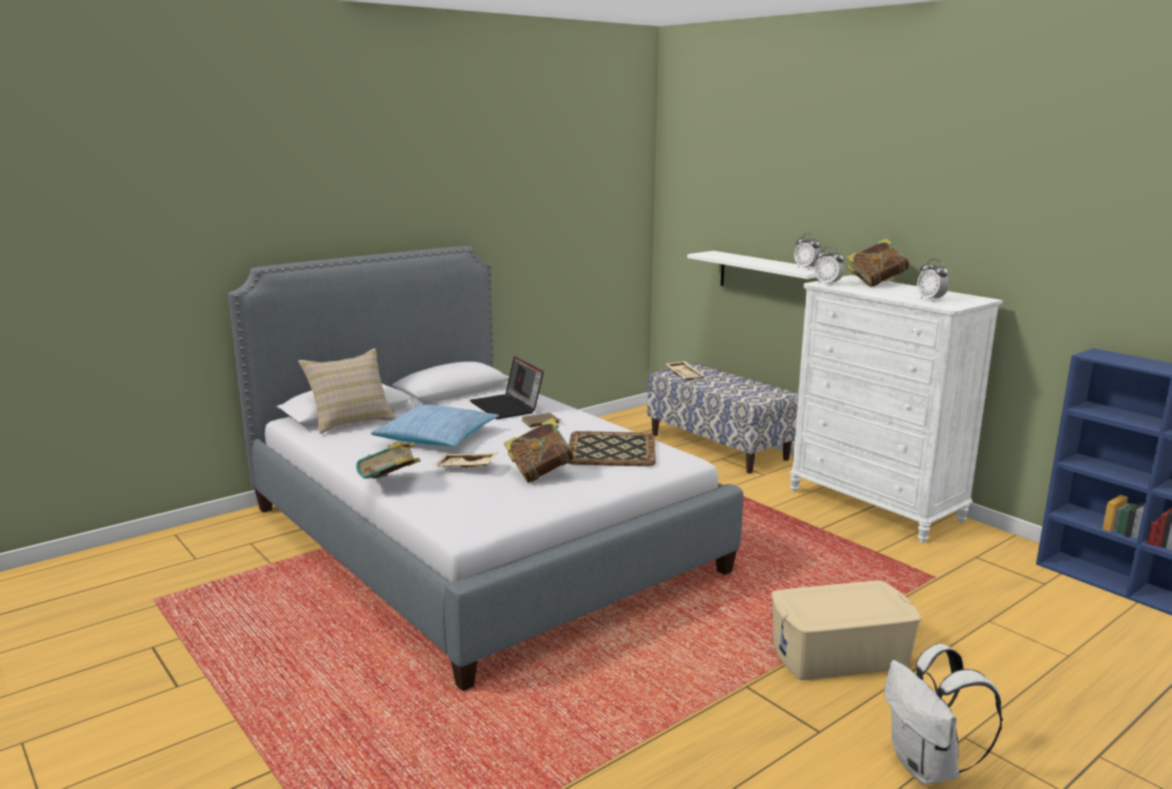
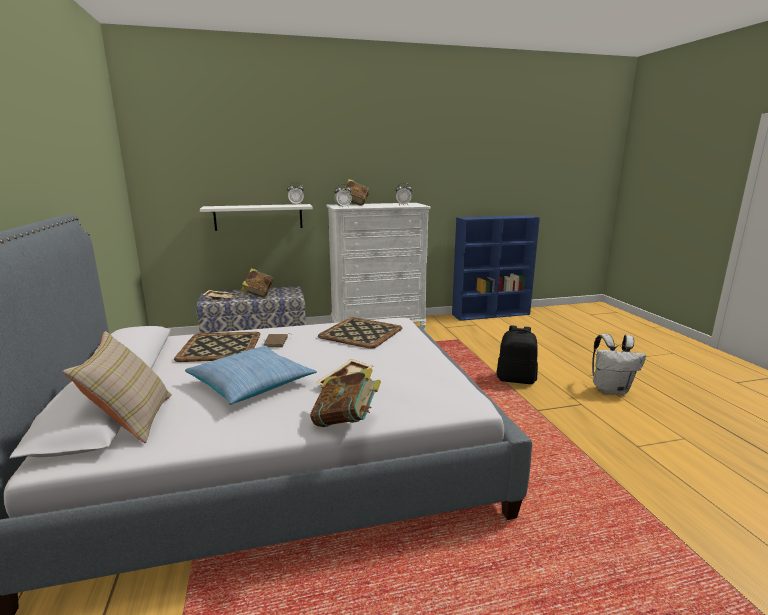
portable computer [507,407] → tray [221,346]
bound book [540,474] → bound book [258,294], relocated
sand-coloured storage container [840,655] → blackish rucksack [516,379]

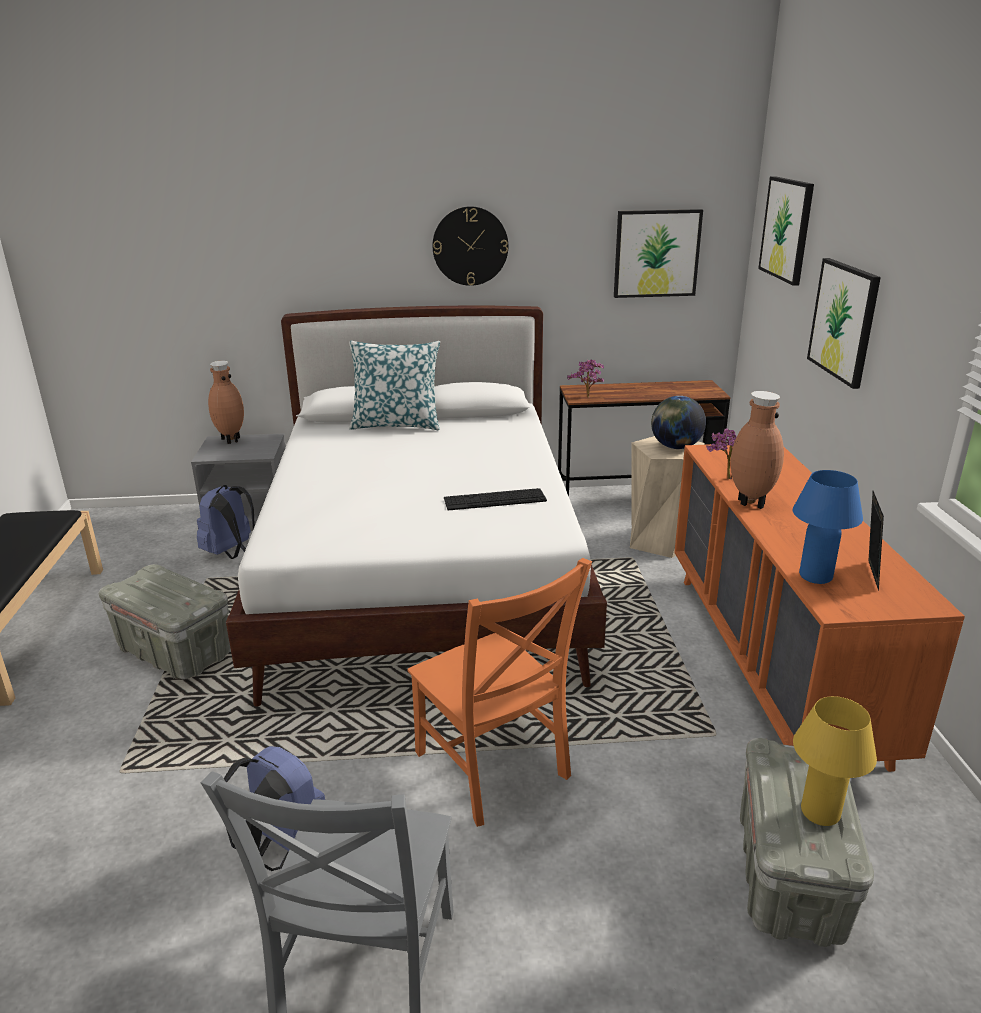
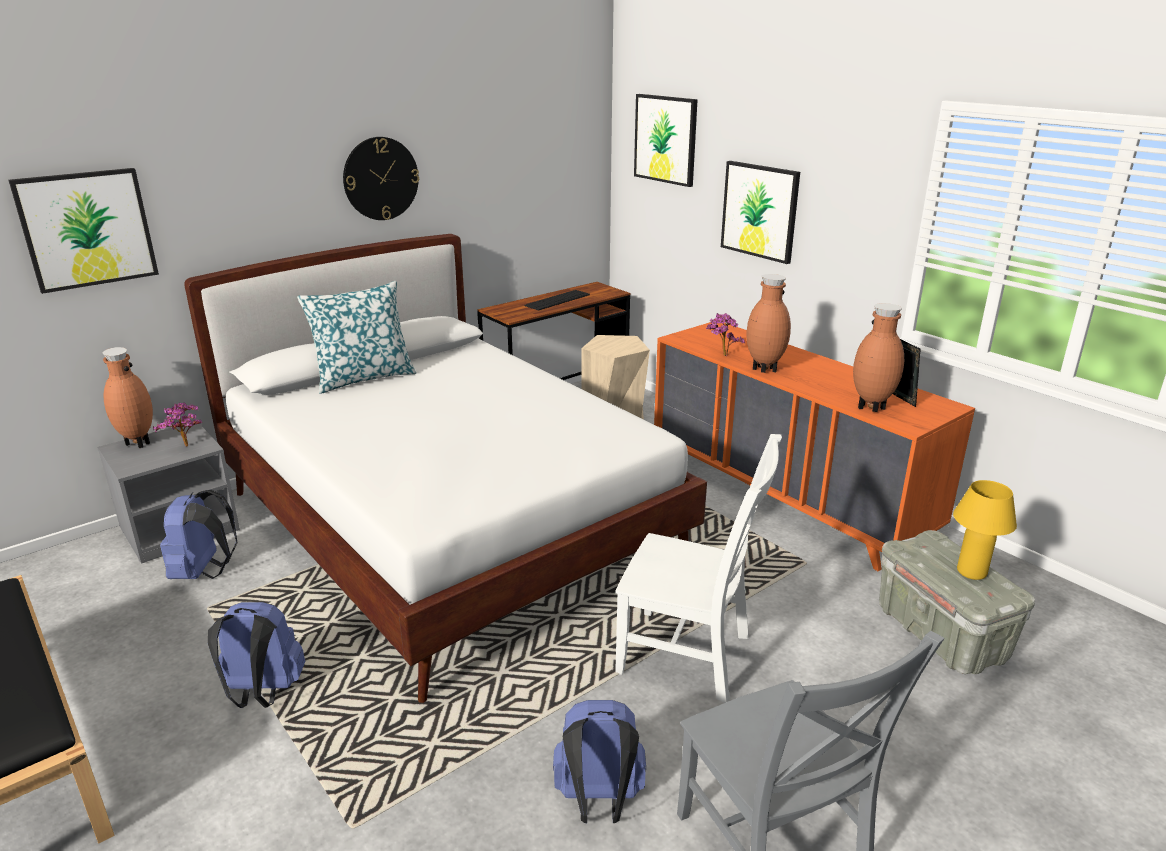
grey storage container [173,652] → blue rucksack [262,693]
orange-coloured plain chair [494,769] → white-coloured plain chair [690,656]
computer keyboard [495,499] → computer keyboard [557,300], relocated
plant in a pot [587,398] → plant in a pot [186,447], relocated
picture [656,253] → picture [87,229], relocated
globe [675,447] → -
blue lamp for a table [815,576] → brown-coloured flower vase [871,409]

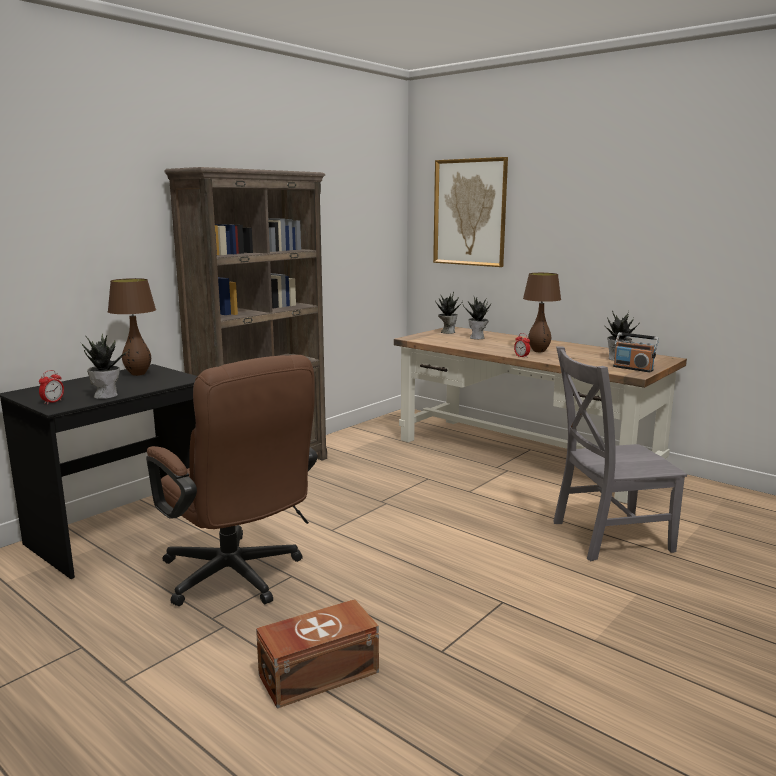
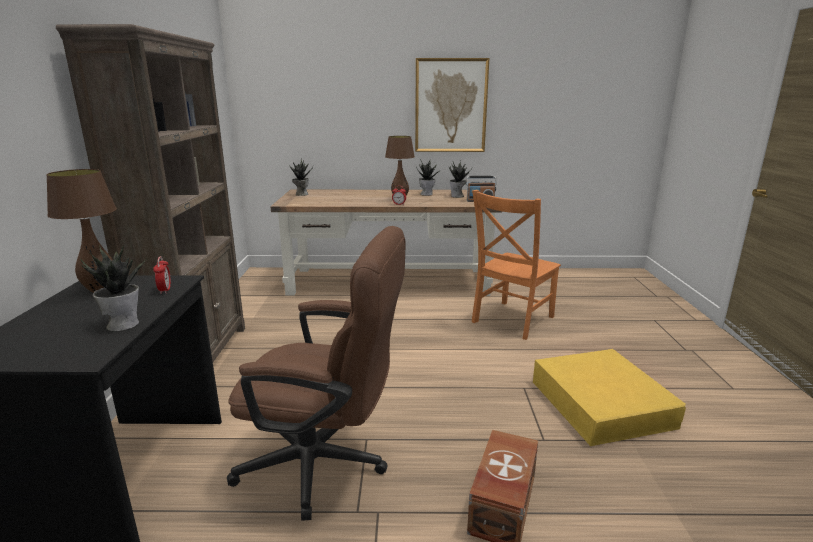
table clock [53,402] → table clock [165,290], relocated
picture [470,212] → picture [450,106], relocated
plant in a pot [477,338] → plant in a pot [427,194], relocated
grey plain chair [606,536] → orange-coloured plain chair [511,320]
- → yellow-coloured storage container [601,403]

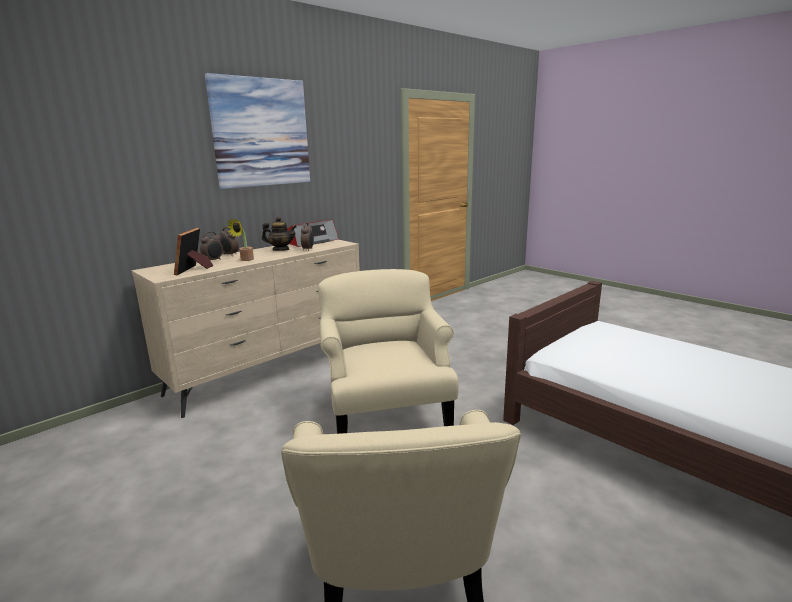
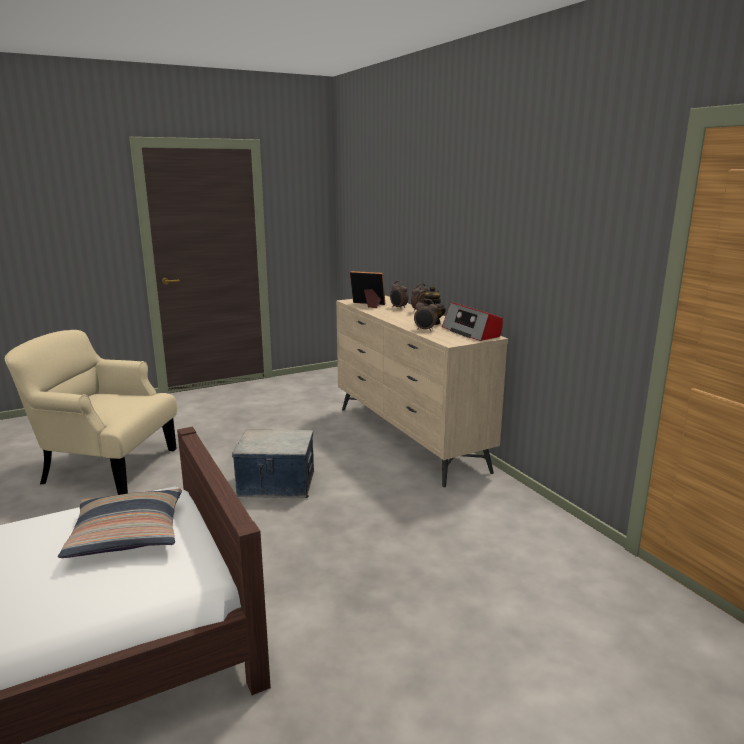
picture [261,133] → -
plant in a pot [245,260] → -
sand-coloured easy chair [386,415] → storage container [276,484]
- → cushion [127,534]

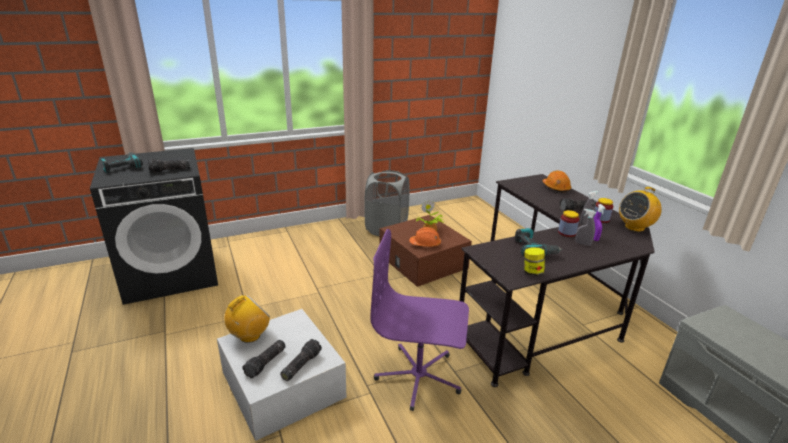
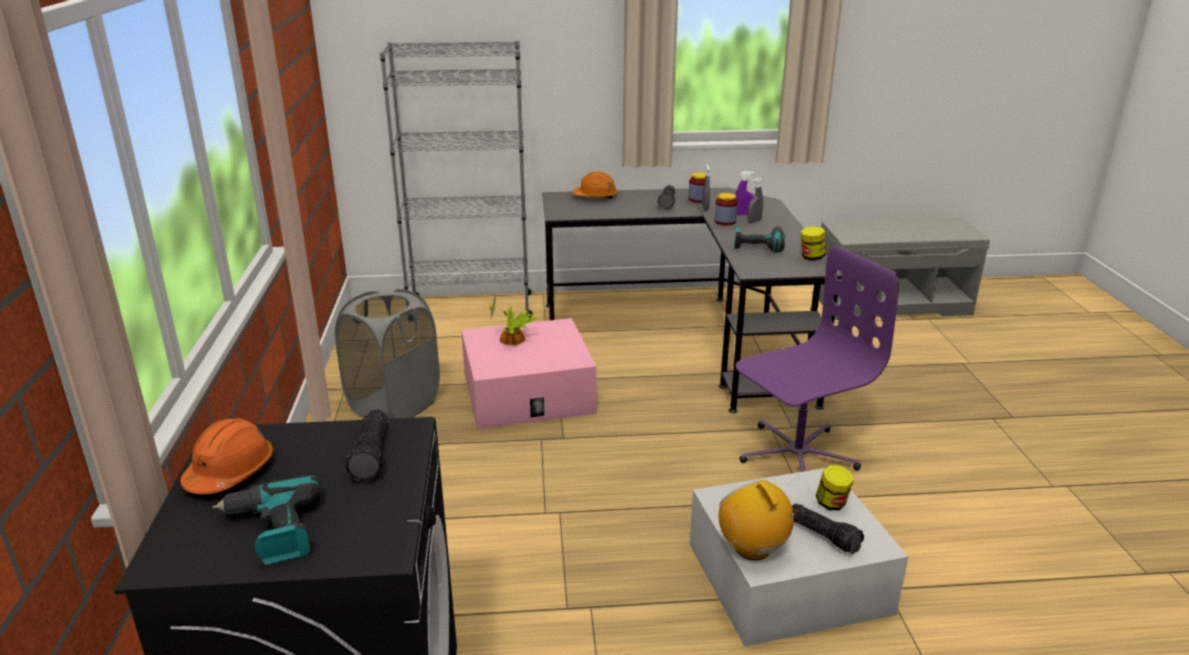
flashlight [301,365] → preserve jar [832,504]
purplish computer chair [419,377] → purplish computer chair [796,455], 150 degrees counterclockwise
brown-coloured storage container [423,261] → pinkish storage container [528,393]
orange-coloured hard hat [425,244] → orange-coloured hard hat [230,472], relocated
radio receiver [634,227] → -
- → grey bookcase [470,307]

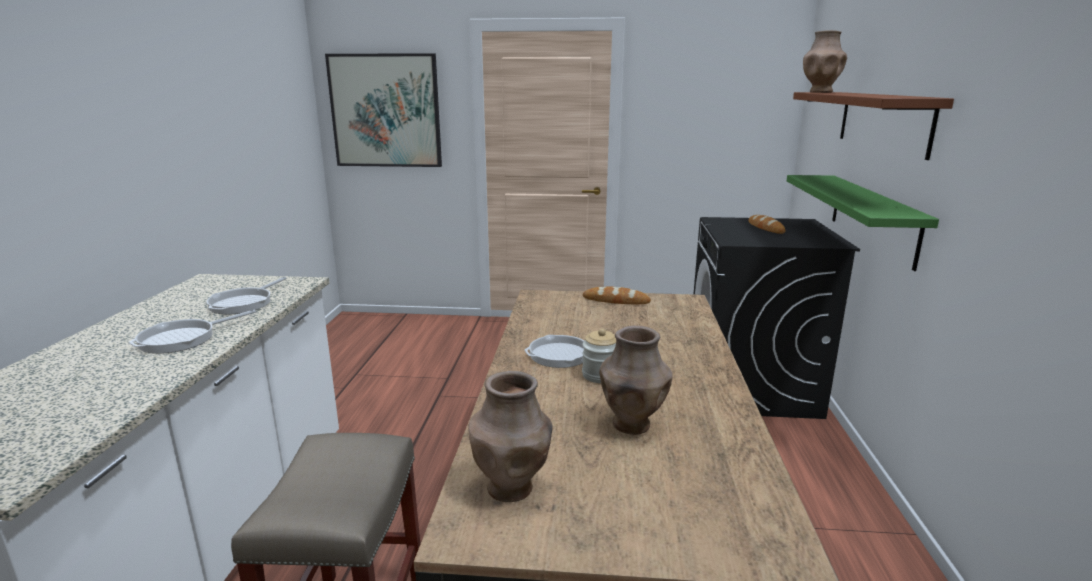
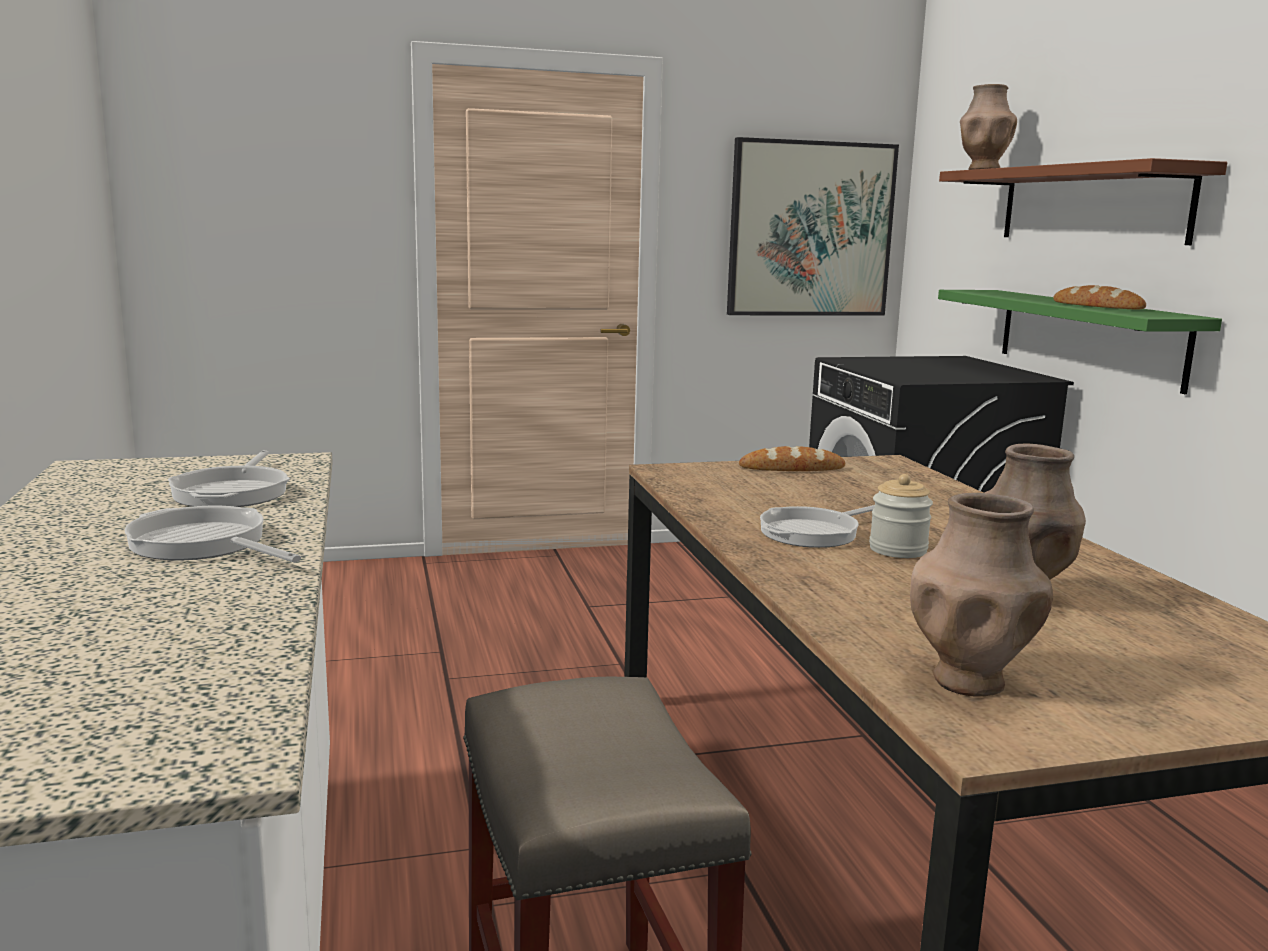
frying pan [183,339] → frying pan [203,544], 105 degrees clockwise
picture [386,111] → picture [810,229], relocated
baked bread [765,228] → baked bread [1097,306], relocated

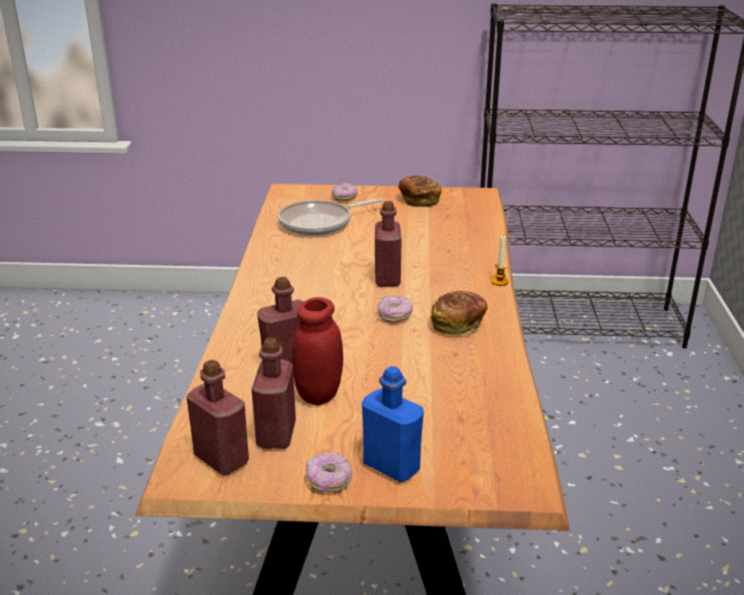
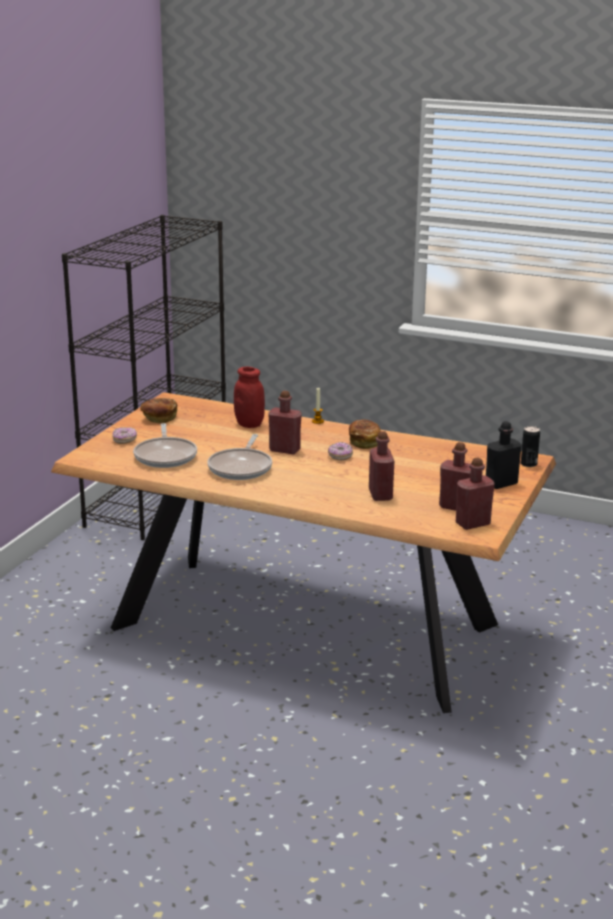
red preserve jar [319,394] → red preserve jar [249,424], relocated
doughnut [329,481] → -
blue drink bottle [391,466] → blackish drink bottle [501,483]
- → frying pan [241,467]
- → sealed can [528,464]

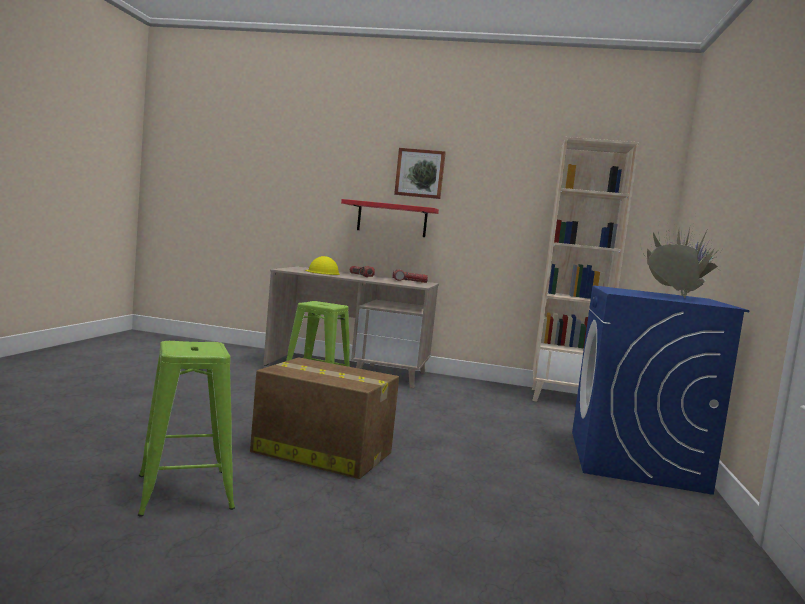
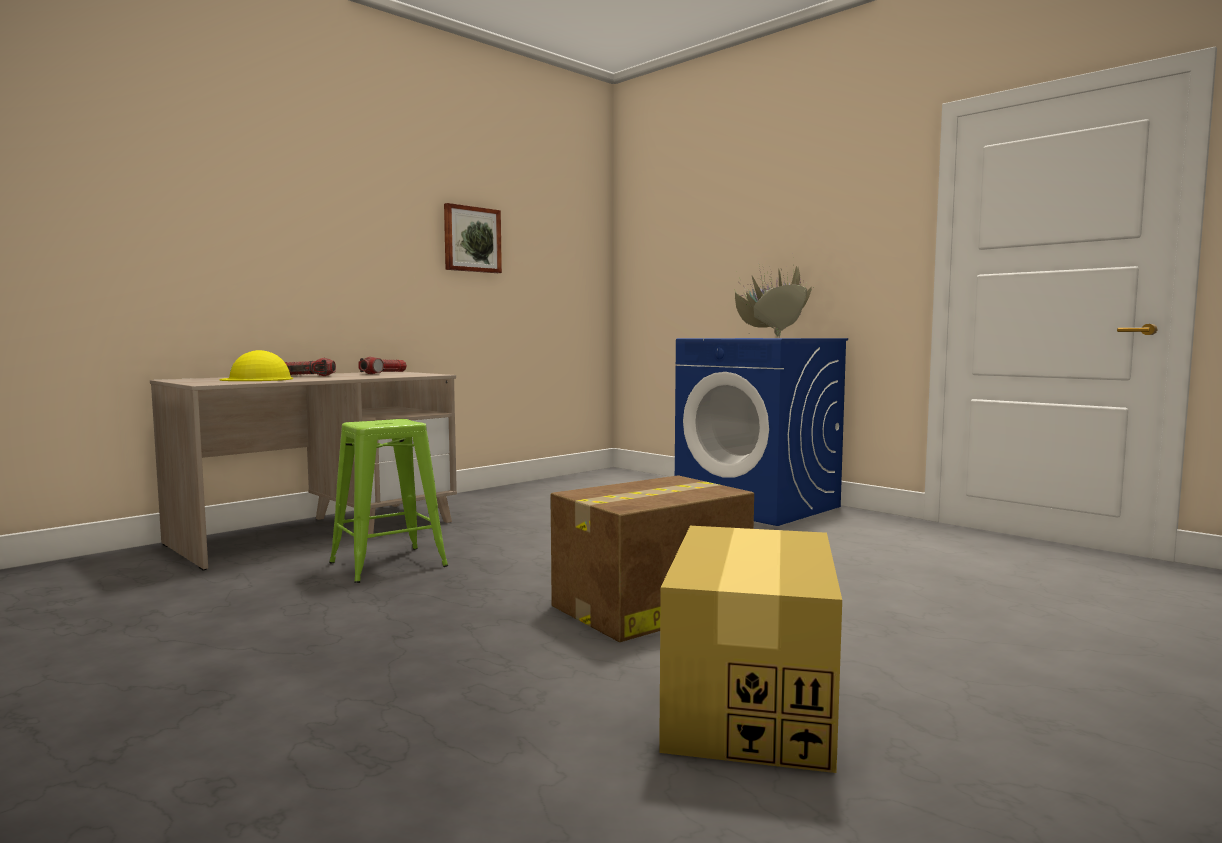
green-coloured stool [184,492] → packing box [750,703]
red shelf [392,219] → -
picture [420,173] → picture [471,239], relocated
sand-coloured bookcase [564,399] → -

